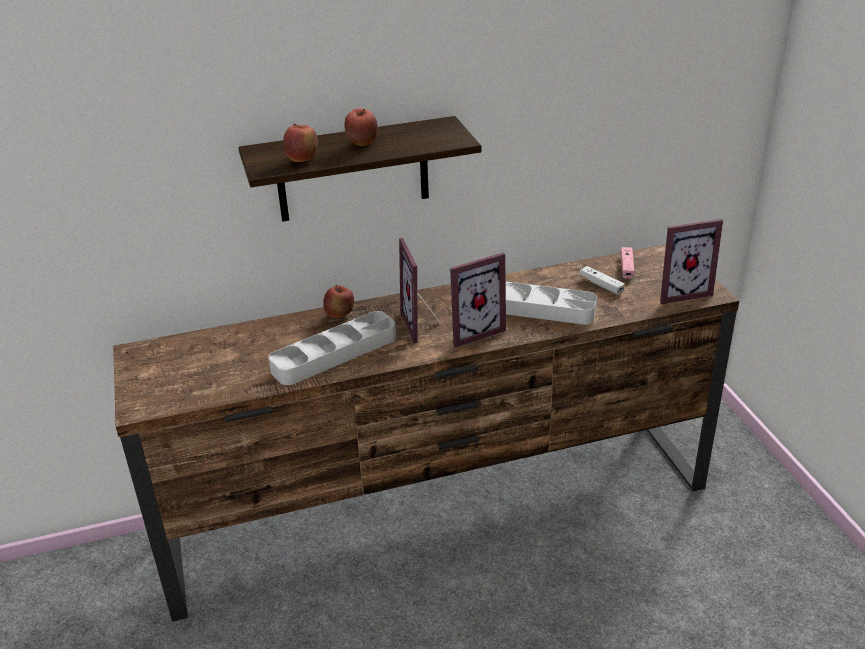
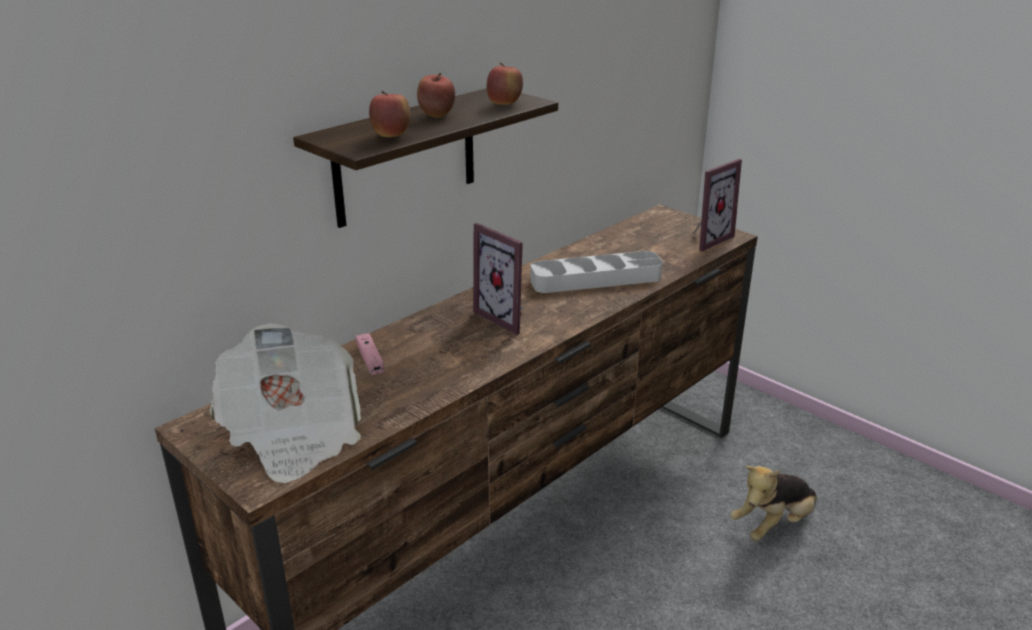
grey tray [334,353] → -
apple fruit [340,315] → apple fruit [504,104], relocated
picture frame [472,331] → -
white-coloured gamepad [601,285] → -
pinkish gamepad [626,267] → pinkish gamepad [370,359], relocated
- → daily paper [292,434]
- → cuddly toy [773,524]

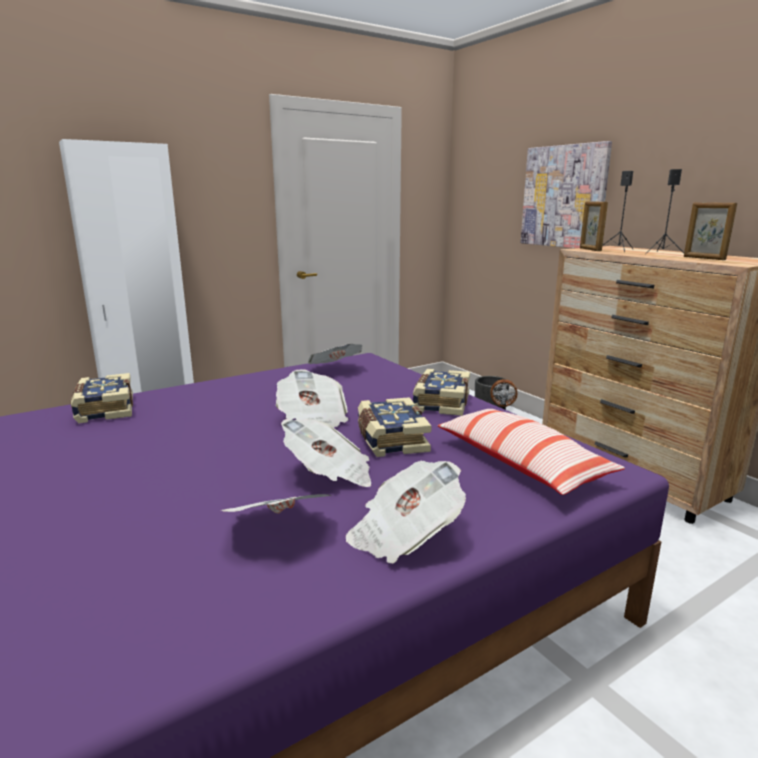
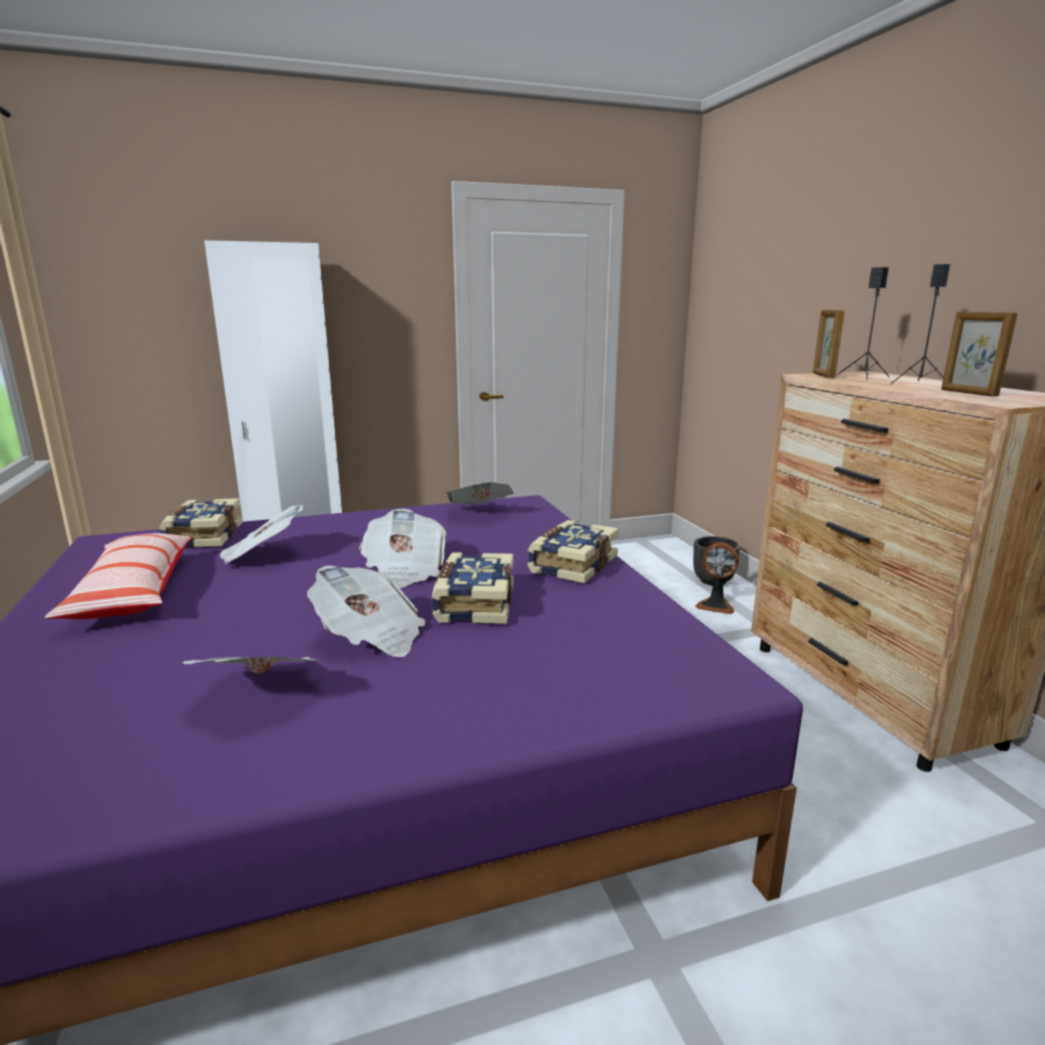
daily paper [404,535] → daily paper [262,555], relocated
cushion [521,464] → cushion [134,592], relocated
picture [564,196] → -

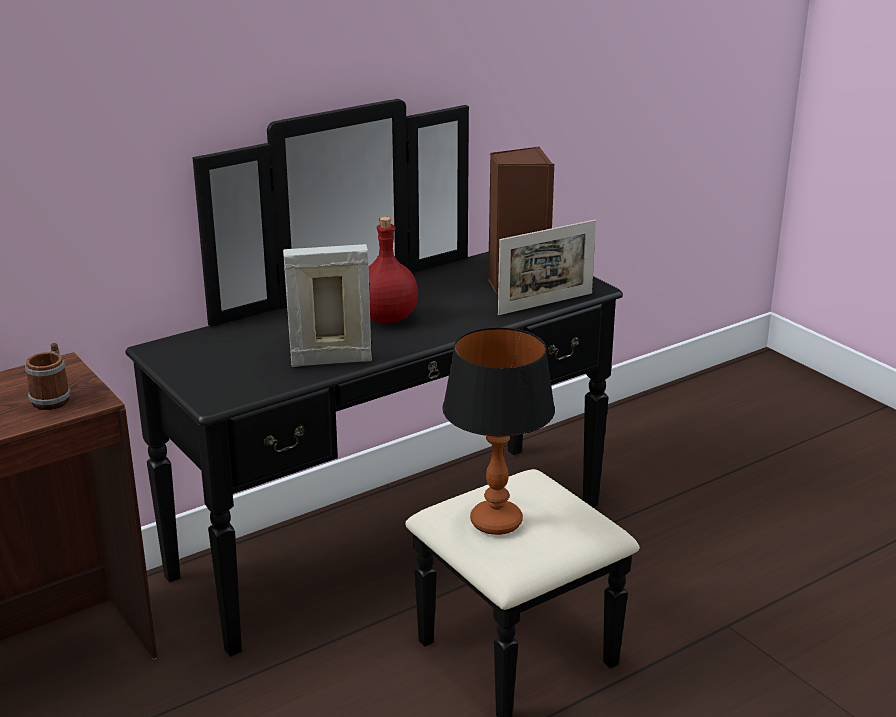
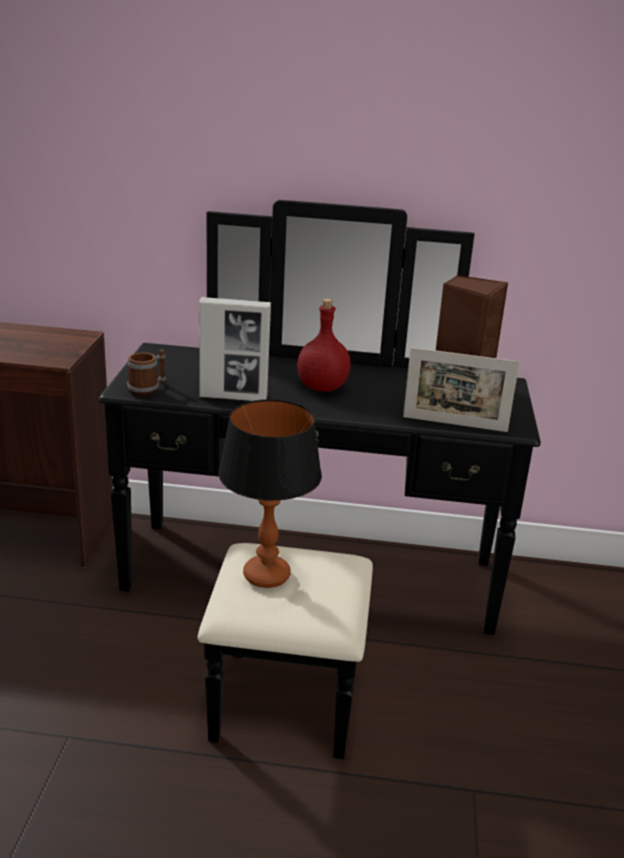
tea mug [53,397] → tea mug [148,389], relocated
picture frame [330,361] → picture frame [233,397], 150 degrees clockwise

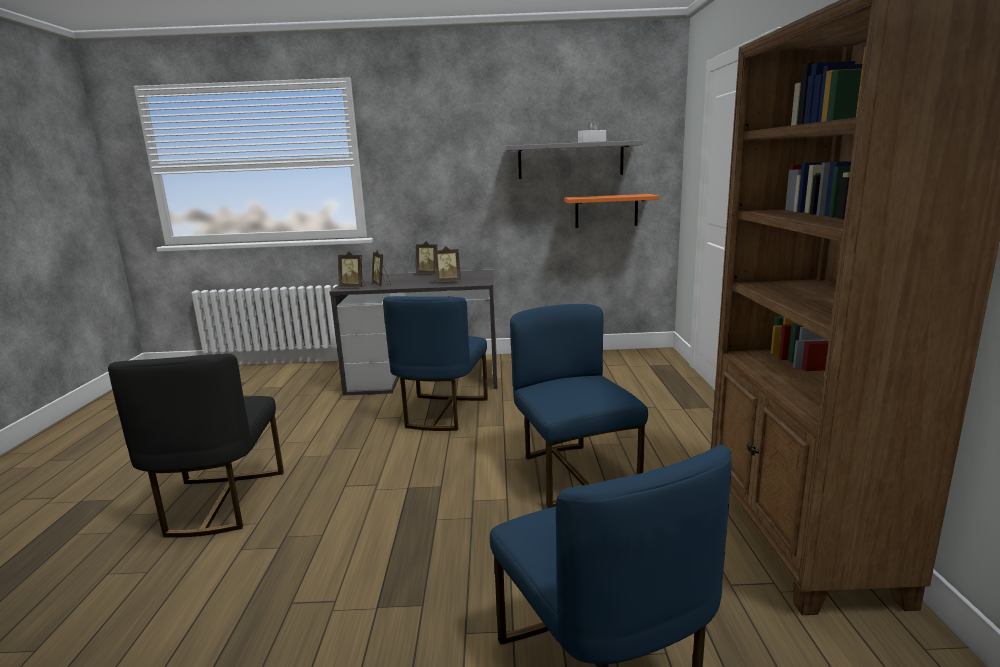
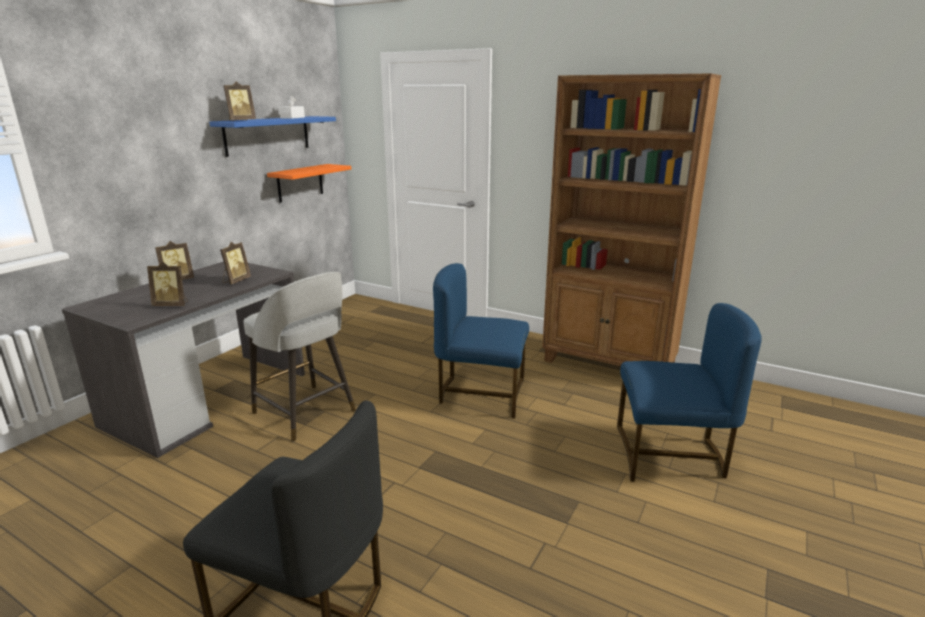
picture frame [353,287] → picture frame [241,120], relocated
blue plain chair [441,412] → grey stool [306,413]
grey shelf [570,160] → blue shelf [267,135]

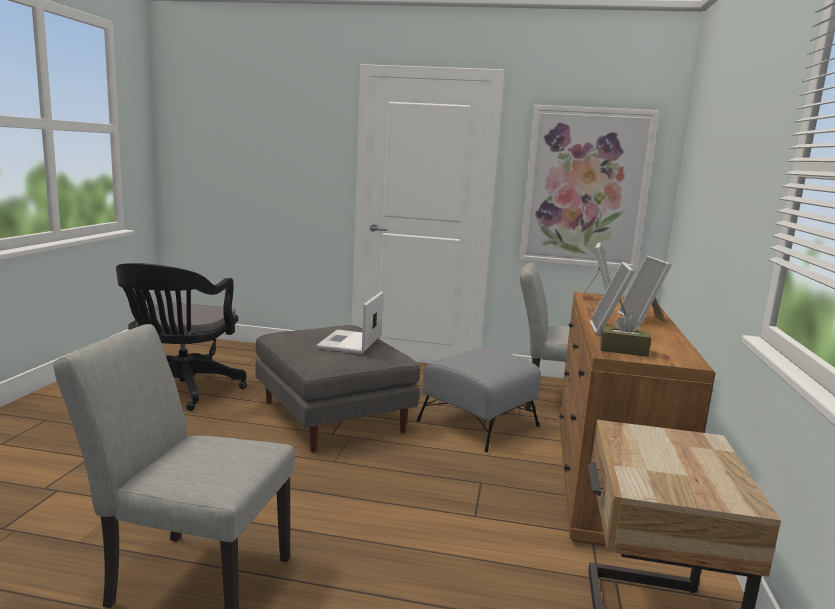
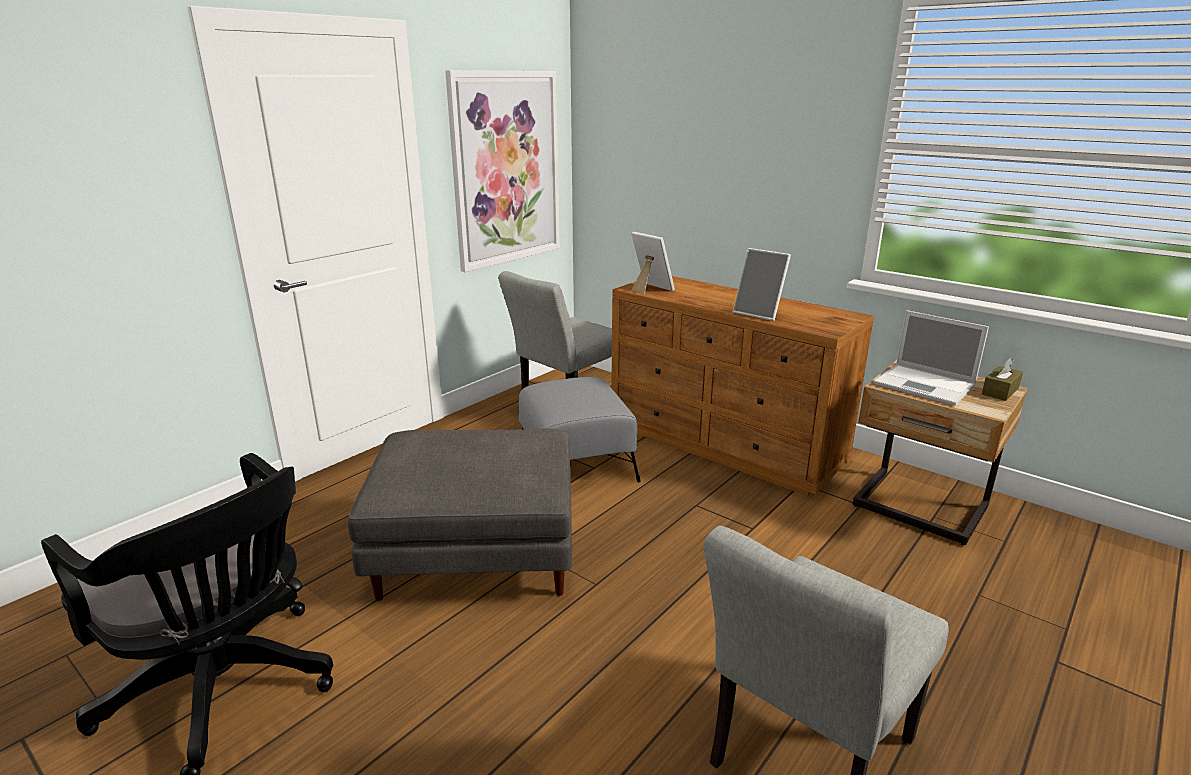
portable computer [350,343] → portable computer [926,385], relocated
brown-coloured box of tissues [623,350] → brown-coloured box of tissues [1000,391], relocated
picture frame [642,319] → -

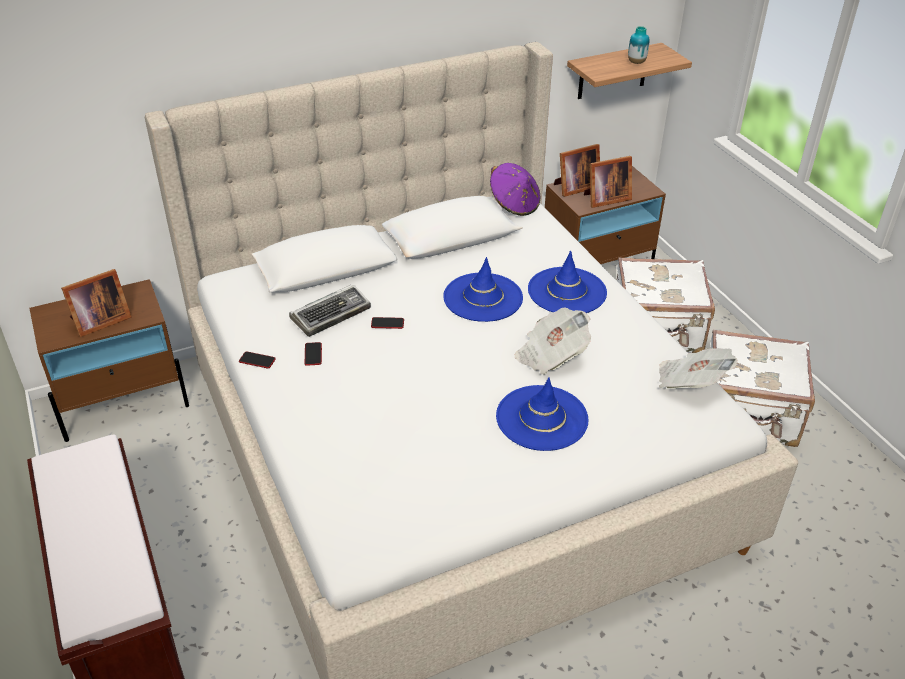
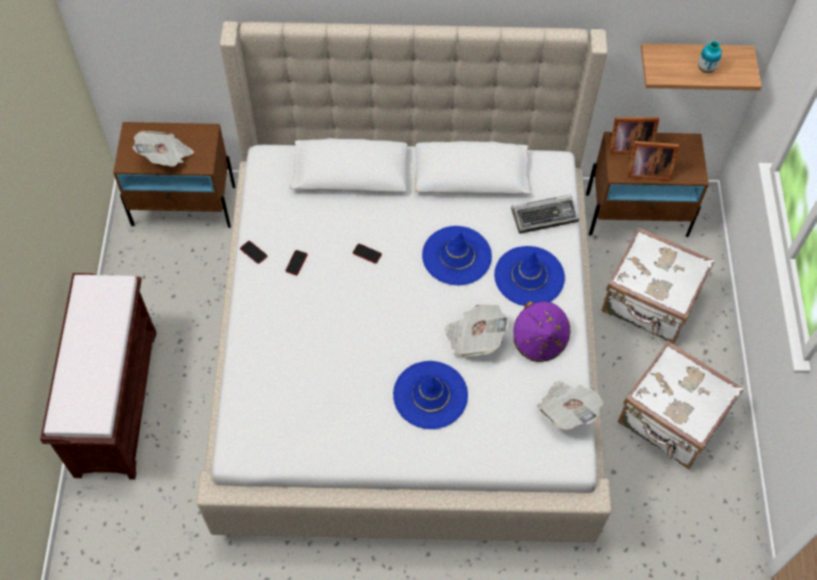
picture frame [99,322] → daily paper [166,157]
computer keyboard [331,314] → computer keyboard [545,216], relocated
purplish clothing hat [514,205] → purplish clothing hat [539,340], relocated

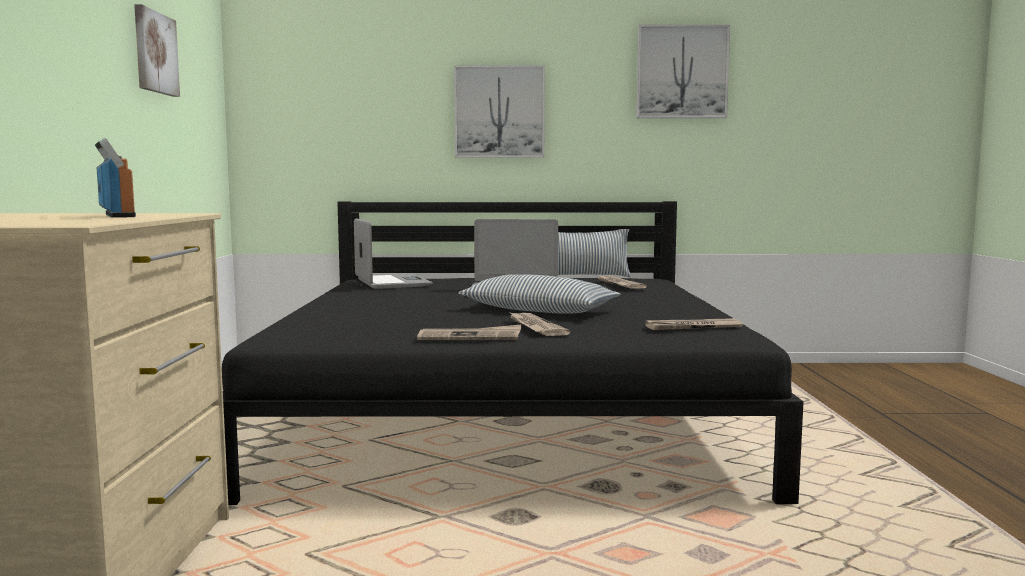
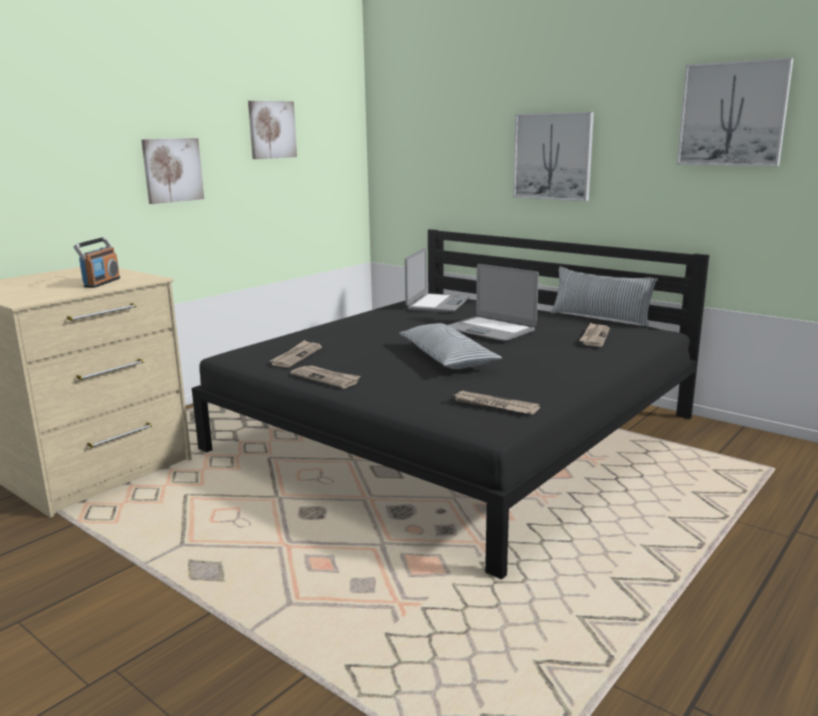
daily paper [535,327] → daily paper [296,356], relocated
- → picture [172,170]

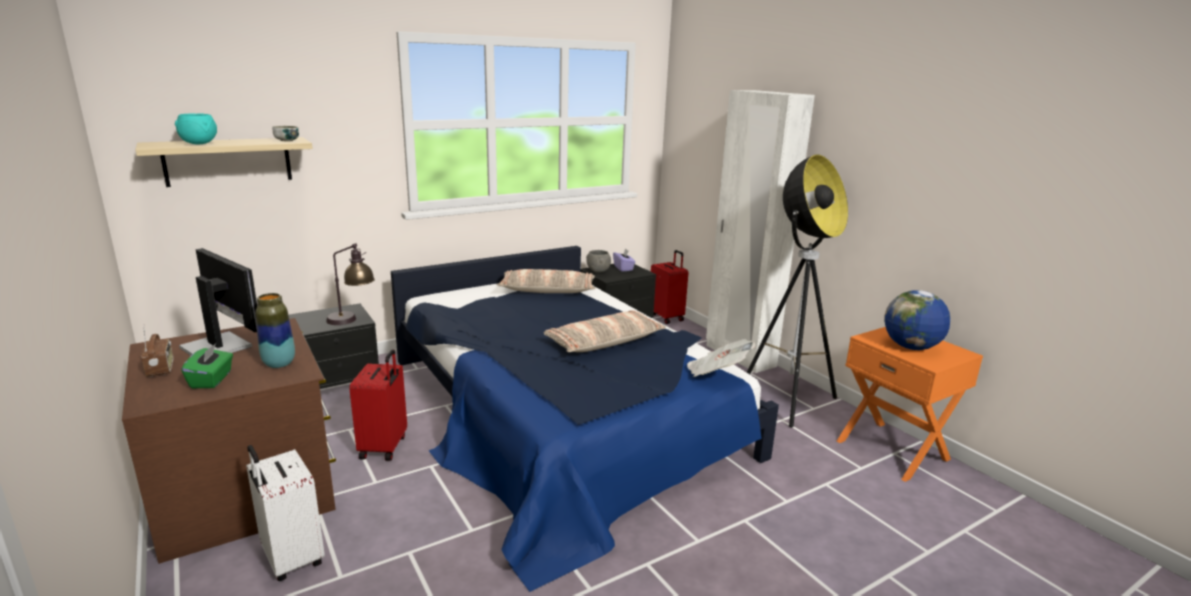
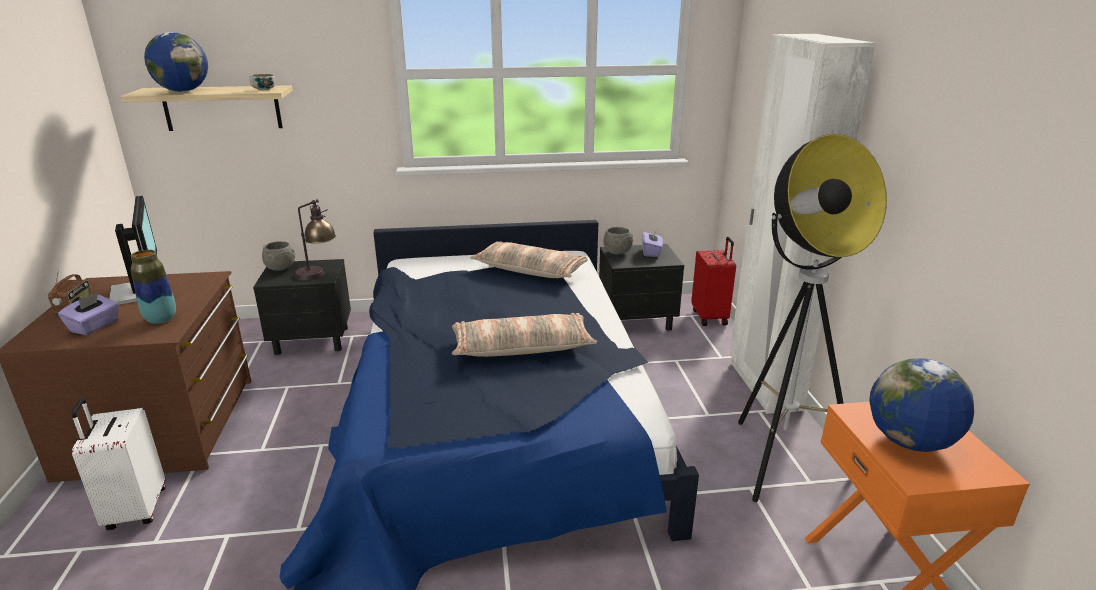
turquoise-coloured bowl [200,144] → globe [183,91]
green-coloured box of tissues [212,380] → purplish box of tissues [95,326]
red suitcase [384,447] → -
daily paper [717,373] → -
- → grey bowl [280,268]

